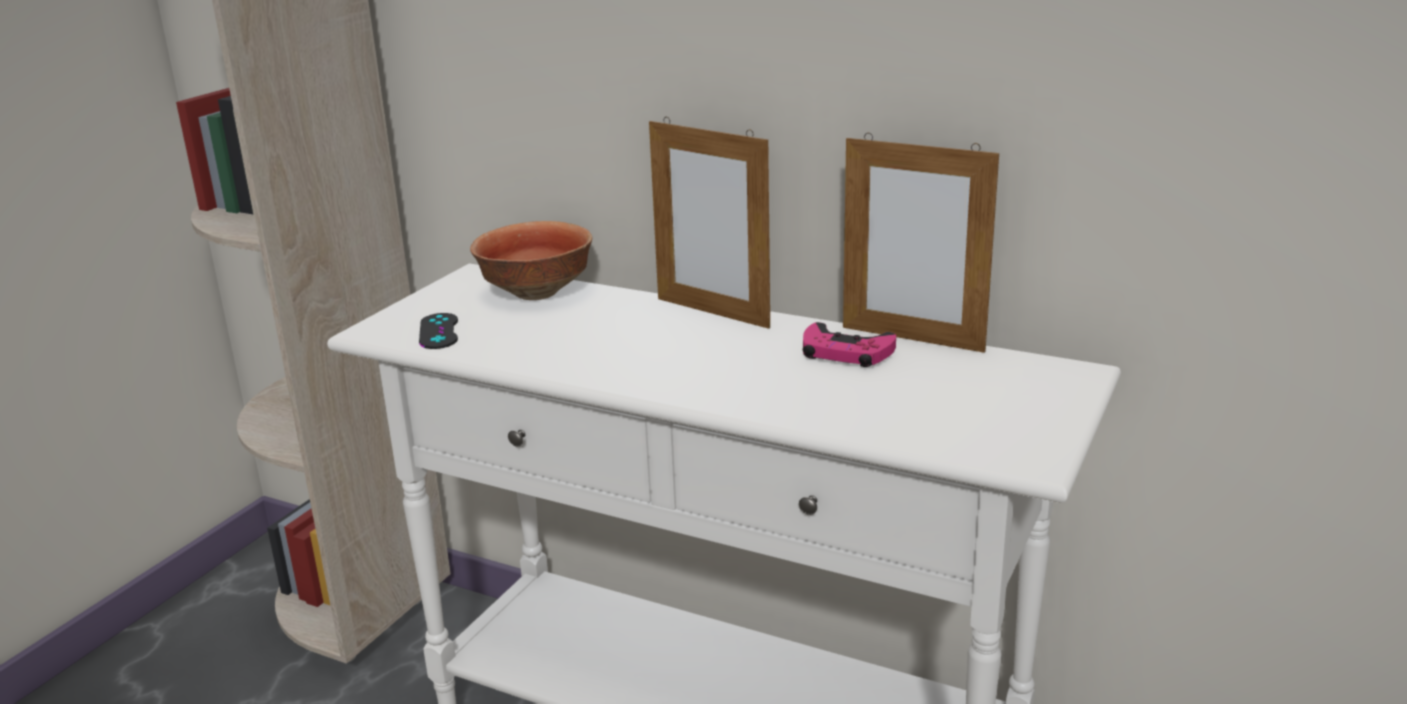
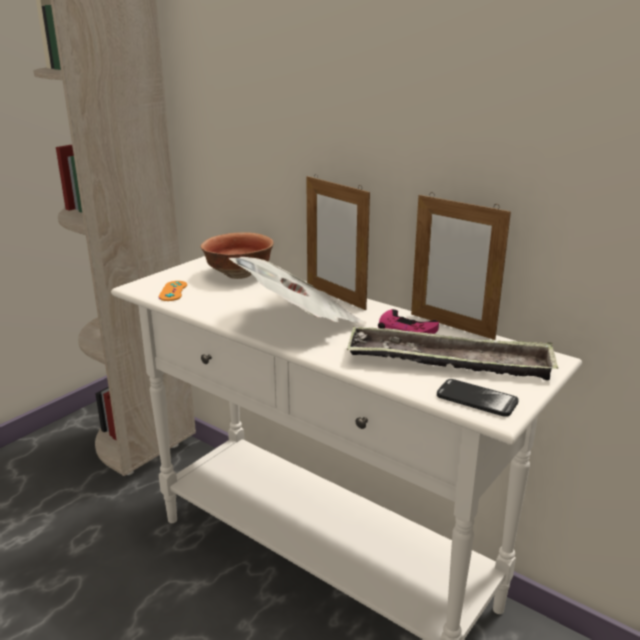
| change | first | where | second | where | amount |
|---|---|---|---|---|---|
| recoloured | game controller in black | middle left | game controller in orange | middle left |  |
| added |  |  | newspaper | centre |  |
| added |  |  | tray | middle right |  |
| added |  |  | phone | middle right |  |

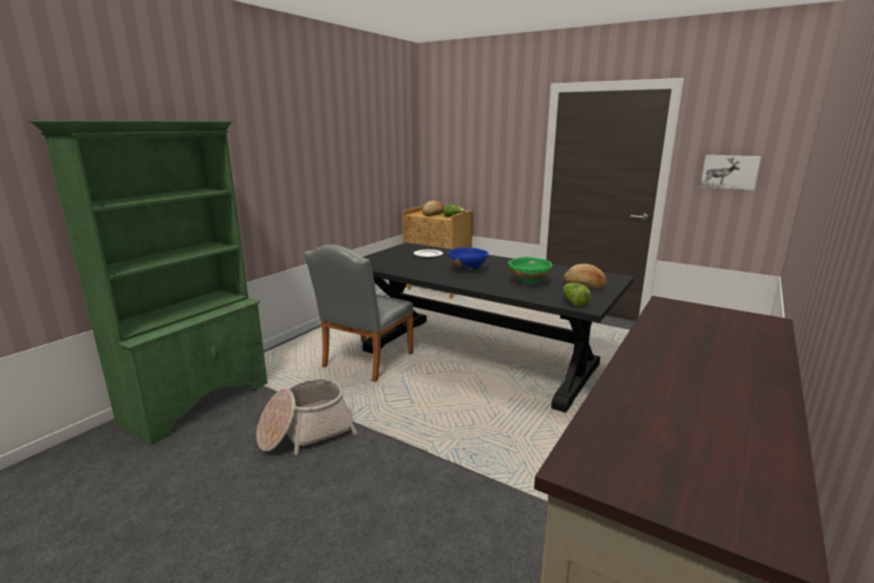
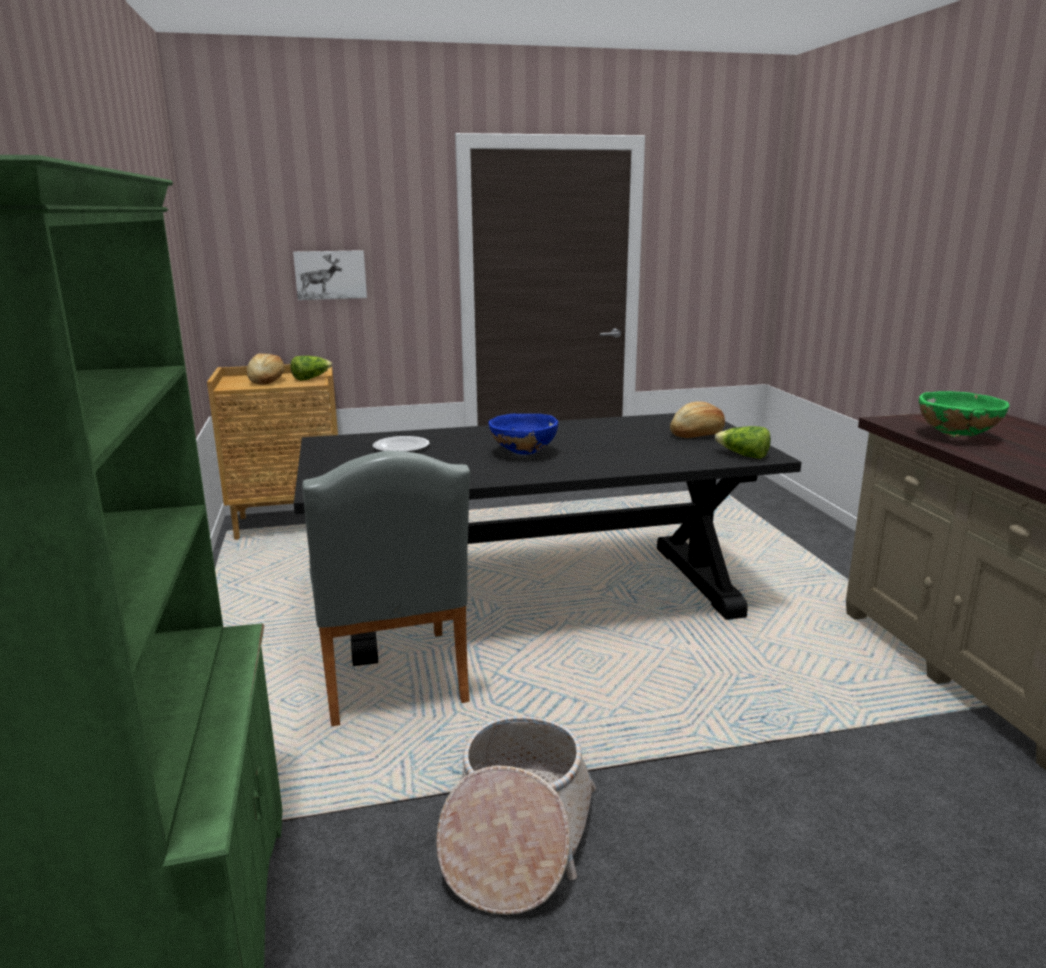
| change | first | where | second | where | amount |
|---|---|---|---|---|---|
| moved | picture | top right |  | top left |  |
| moved | bowl in green | centre |  | middle right |  |

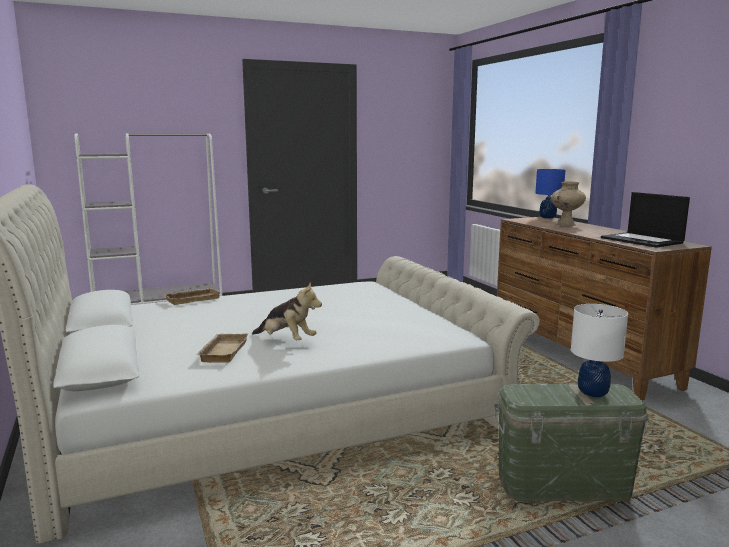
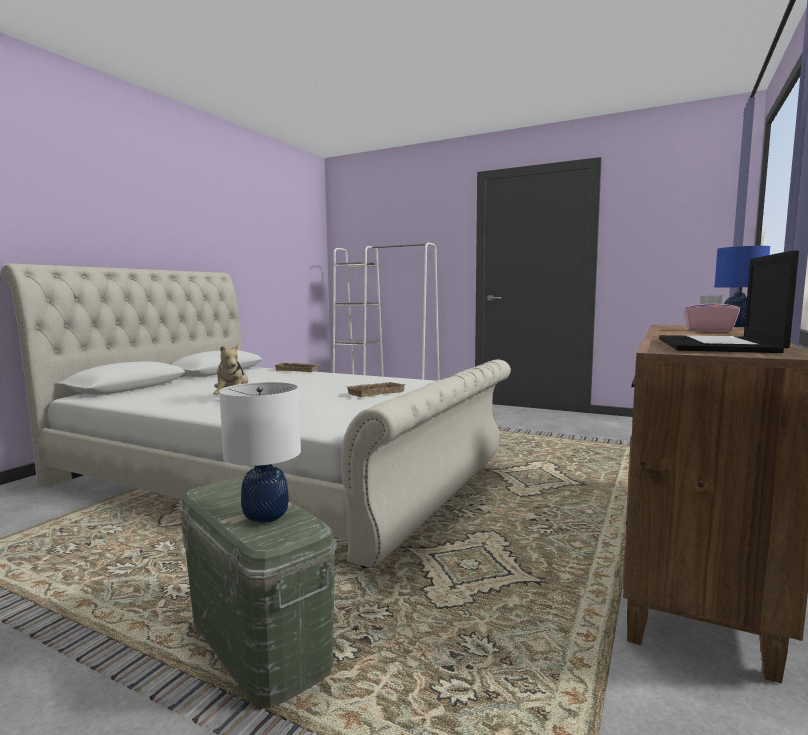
| change | first | where | second | where | amount |
|---|---|---|---|---|---|
| replaced | vase in beige | middle right | tissue box in pink | middle right |  |
| moved | tray in beige (2nd from left) | middle left |  | centre |  |

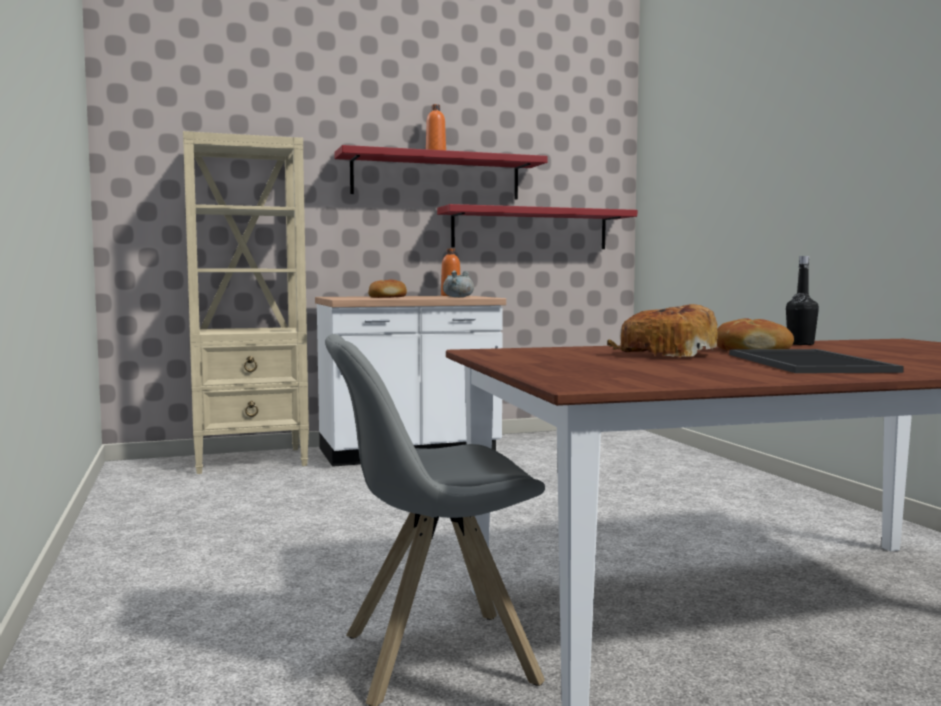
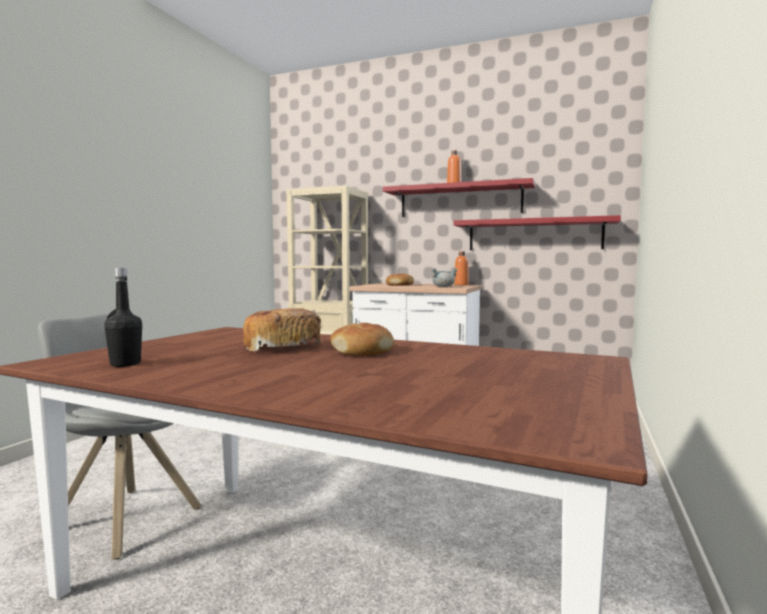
| change | first | where | second | where | amount |
|---|---|---|---|---|---|
| moved | bottle in black | middle right |  | middle left |  |
| removed | tray | middle right |  |  |  |

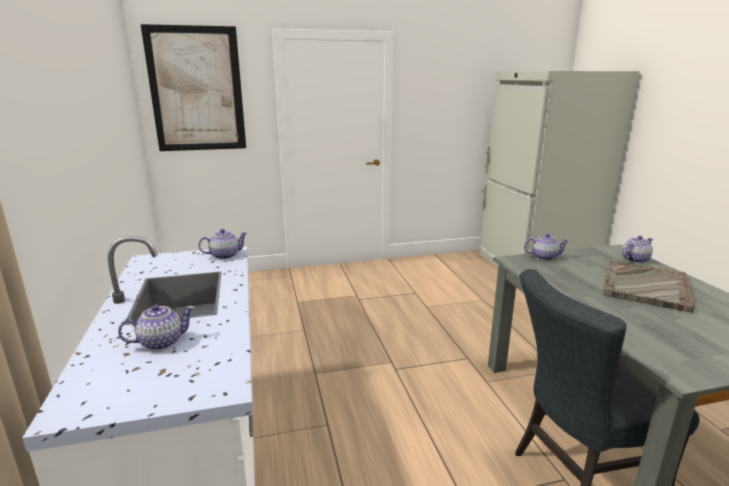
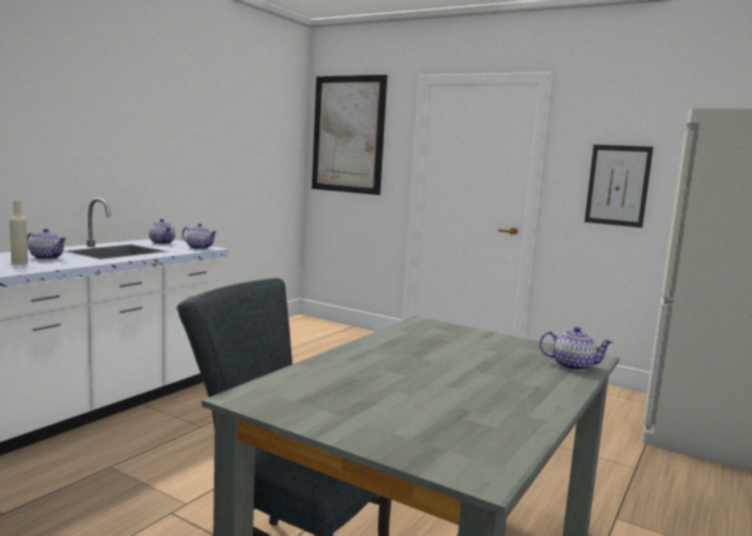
| change | first | where | second | where | amount |
|---|---|---|---|---|---|
| moved | teapot (3rd from left in the first image) | middle right | teapot (2nd from left) | middle left |  |
| removed | tray in grey | middle right |  |  |  |
| added |  |  | picture (2nd from left) | middle right |  |
| added |  |  | bottle in beige | middle left |  |

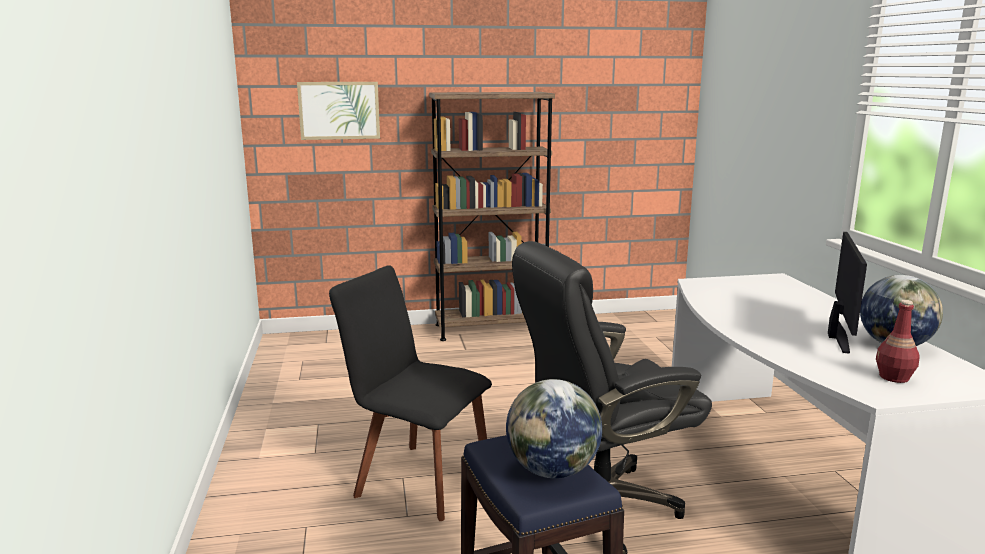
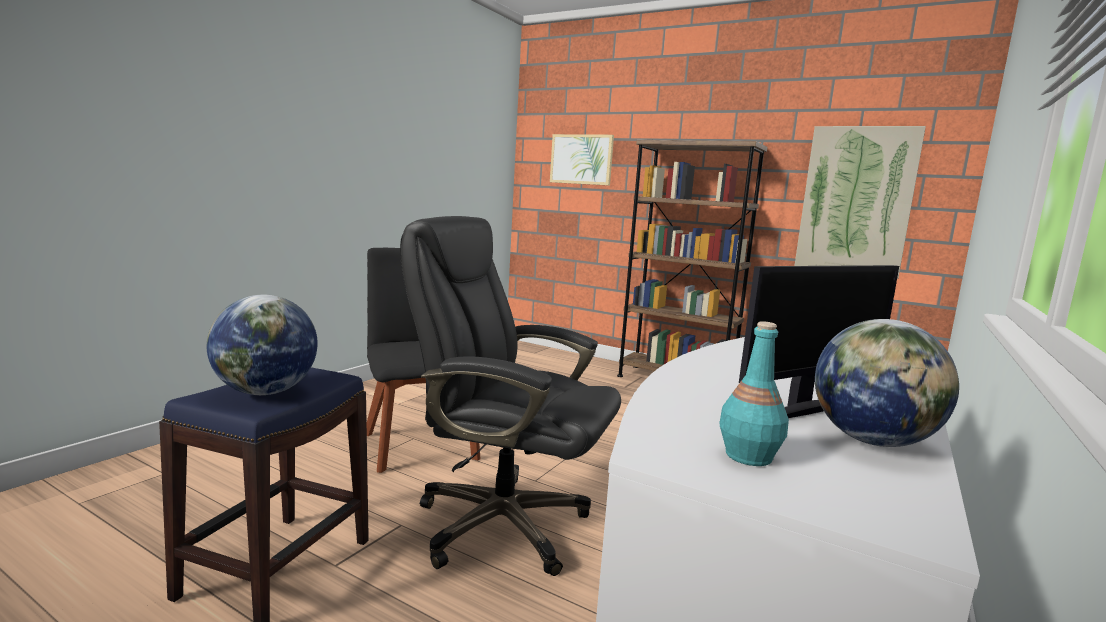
| change | first | where | second | where | amount |
|---|---|---|---|---|---|
| recoloured | bottle in red | middle right | bottle in turquoise | middle right |  |
| added |  |  | picture (2nd from left) | top right |  |

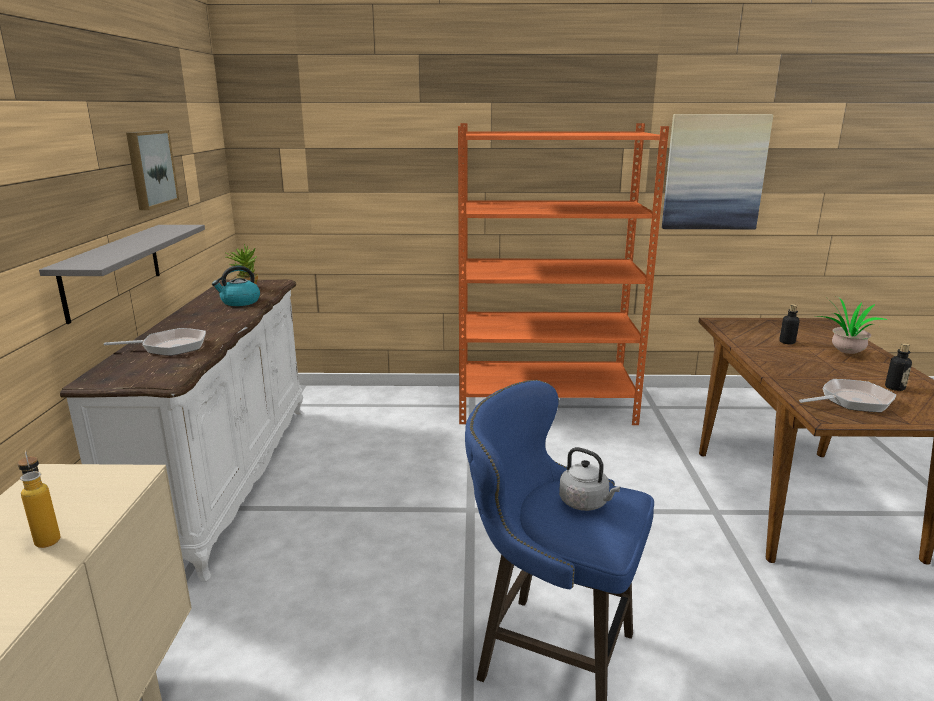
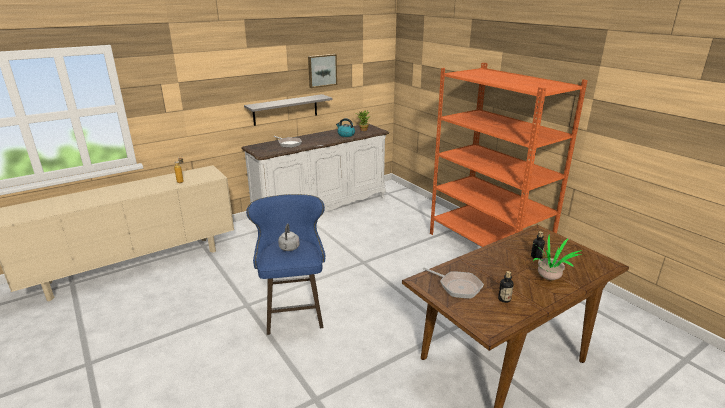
| change | first | where | second | where | amount |
|---|---|---|---|---|---|
| removed | picture (2nd from left) | top right |  |  |  |

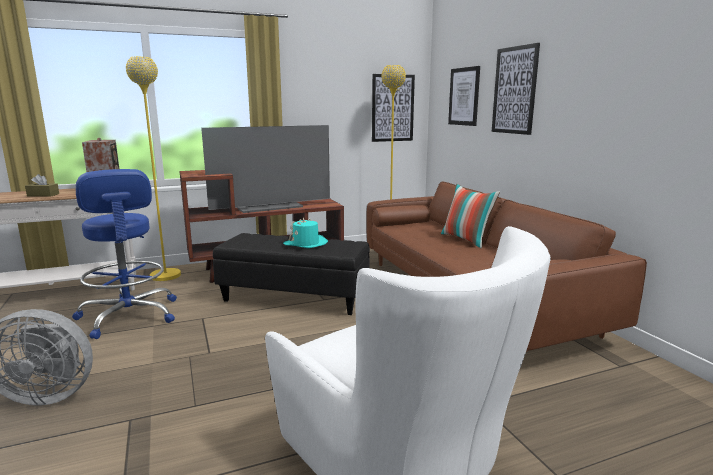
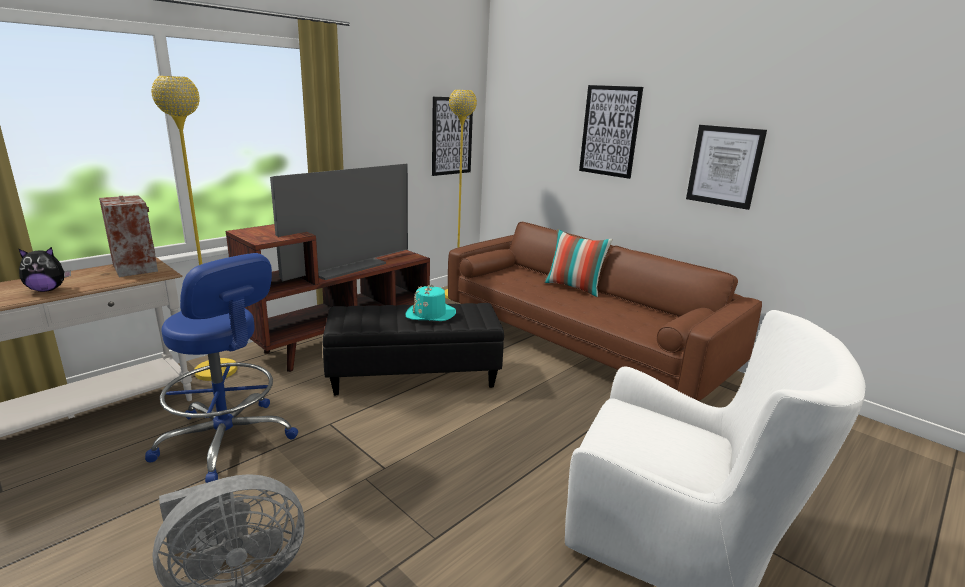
| change | first | where | second | where | amount |
|---|---|---|---|---|---|
| moved | picture (2nd from left in the first image) | top centre | picture (3rd from left) | top right |  |
| replaced | tissue box in brown | middle left | plush toy | middle left |  |

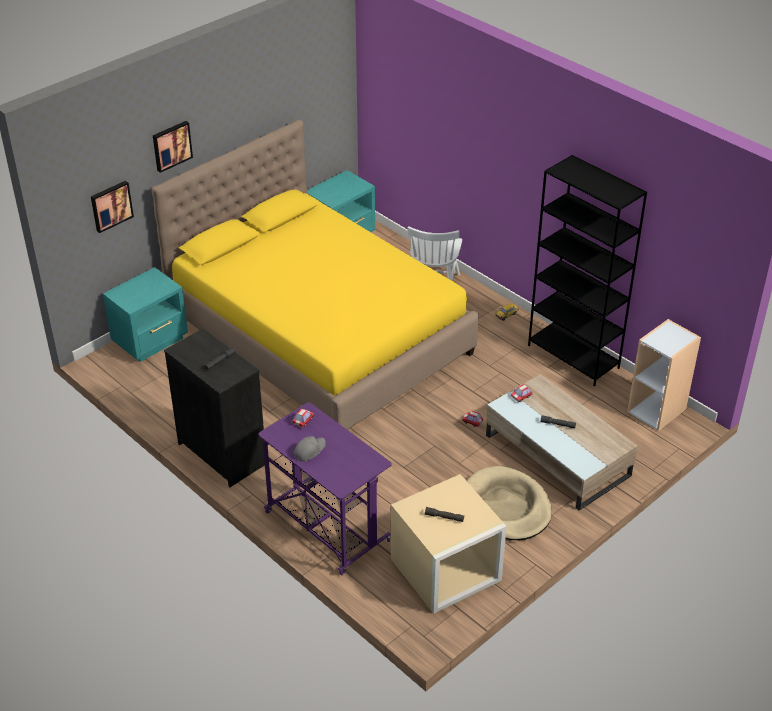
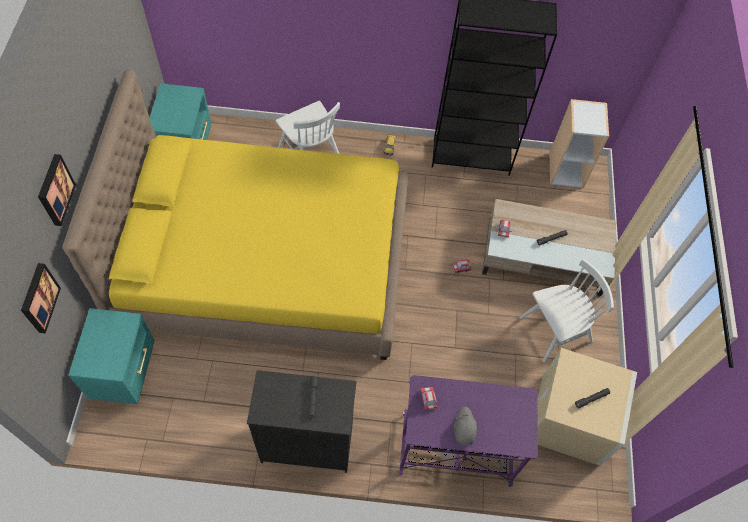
| change | first | where | second | where | amount |
|---|---|---|---|---|---|
| replaced | dog bed in beige | bottom centre | chair in white (2nd from left) | middle right |  |

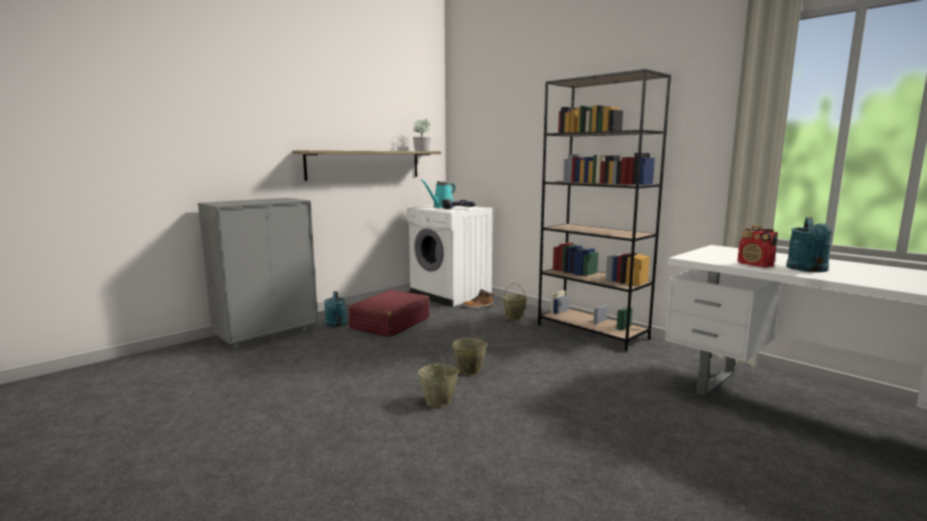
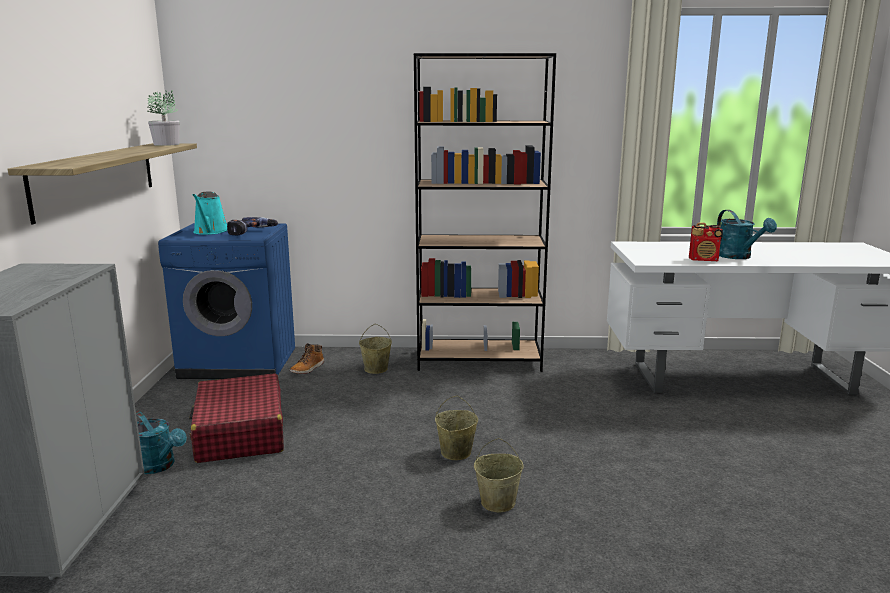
| change | first | where | second | where | amount |
|---|---|---|---|---|---|
| recoloured | washing machine in white | centre | washing machine in blue | middle left |  |

